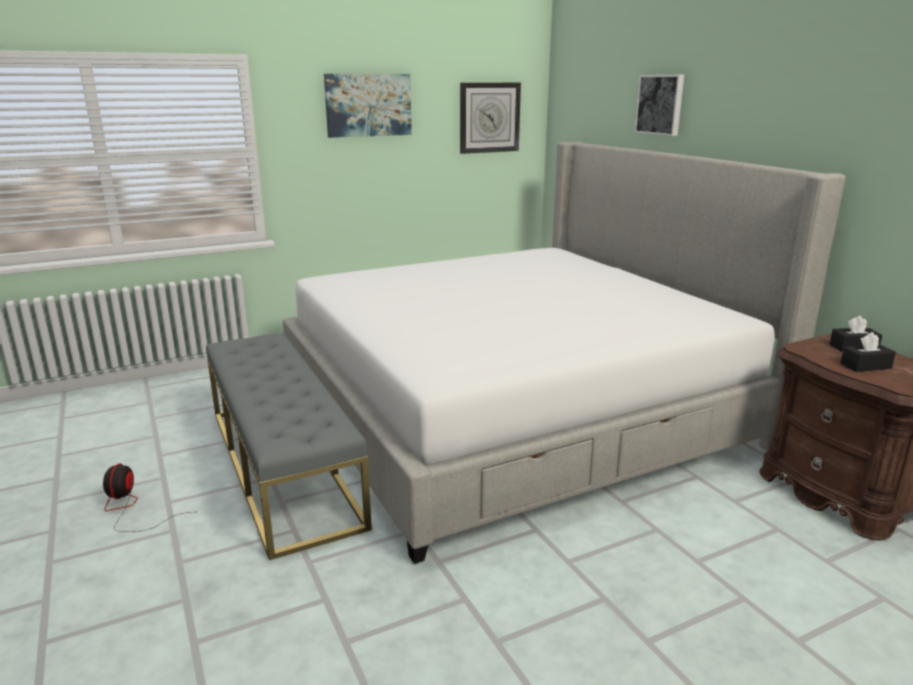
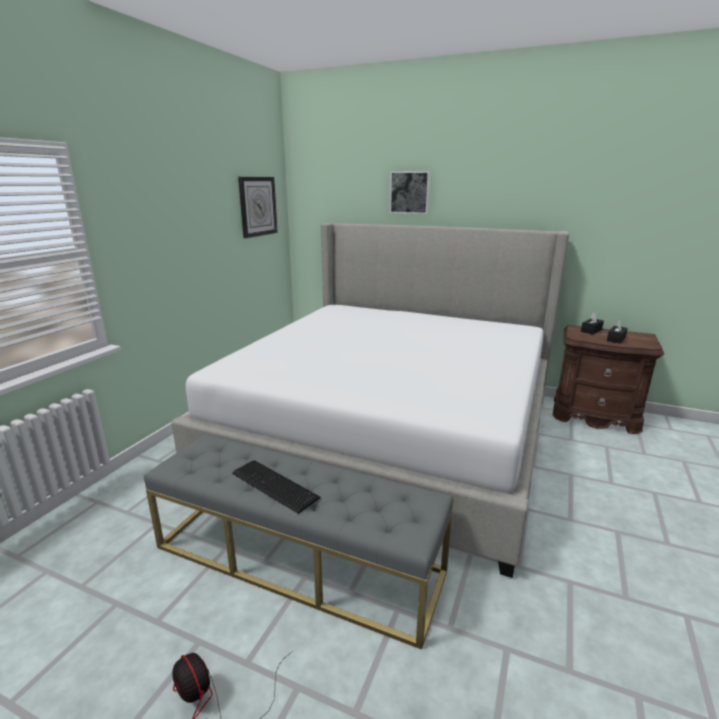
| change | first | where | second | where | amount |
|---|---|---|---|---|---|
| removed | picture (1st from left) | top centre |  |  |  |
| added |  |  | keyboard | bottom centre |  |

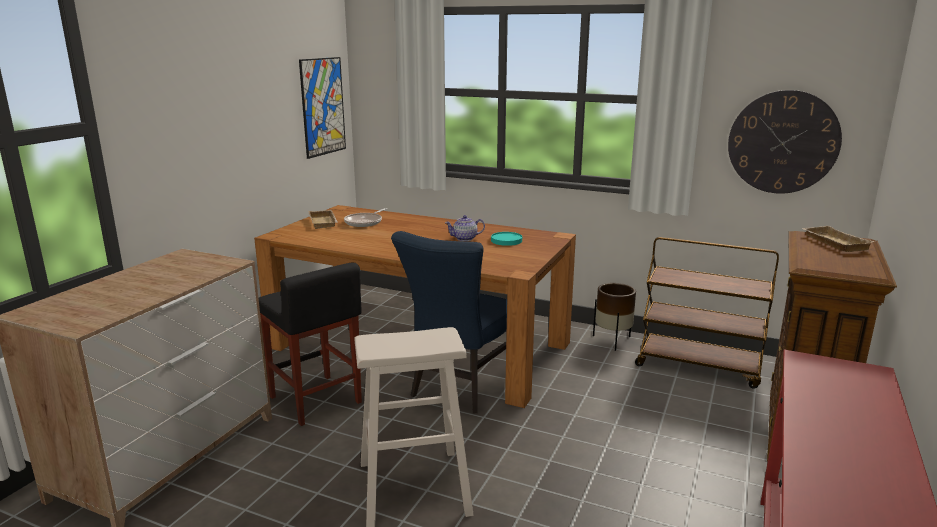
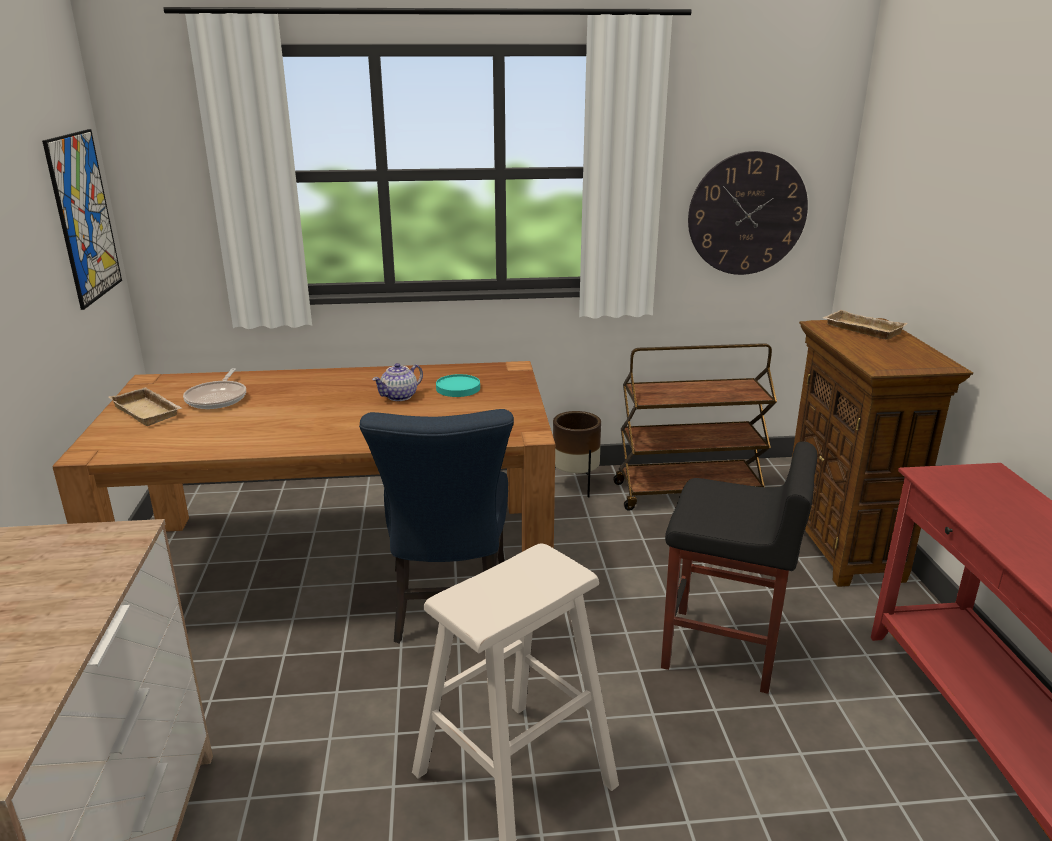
| change | first | where | second | where | amount |
|---|---|---|---|---|---|
| moved | stool in black | middle left |  | bottom right |  |

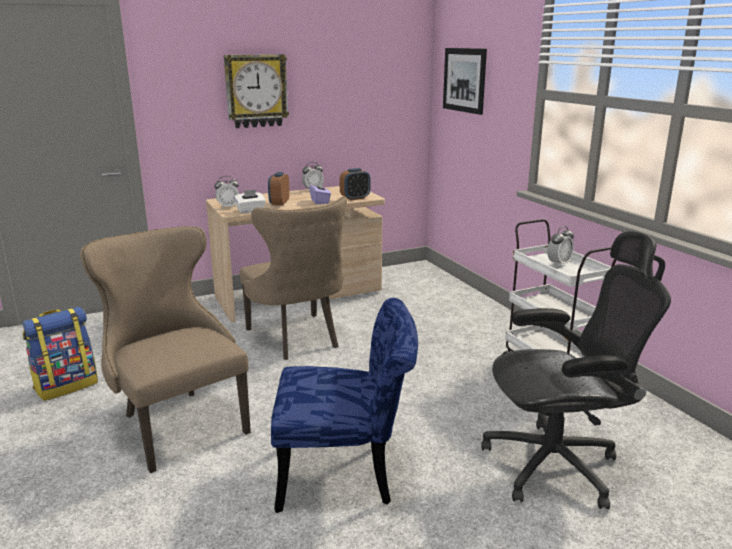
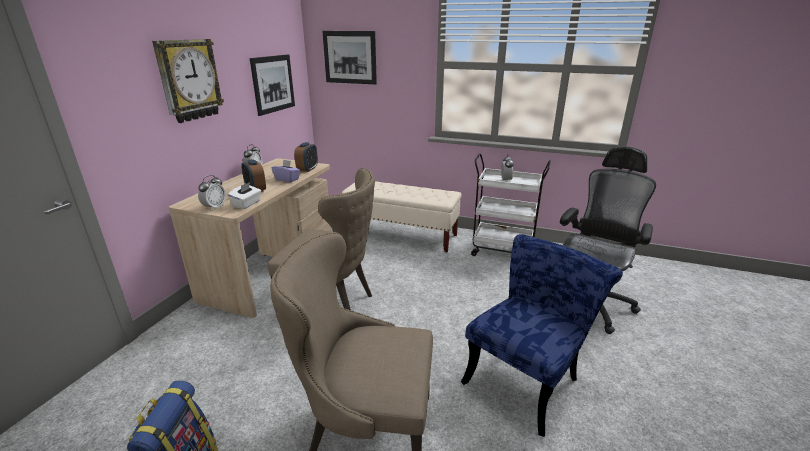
| change | first | where | second | where | amount |
|---|---|---|---|---|---|
| added |  |  | picture (1st from left) | top centre |  |
| added |  |  | bench in beige | centre |  |

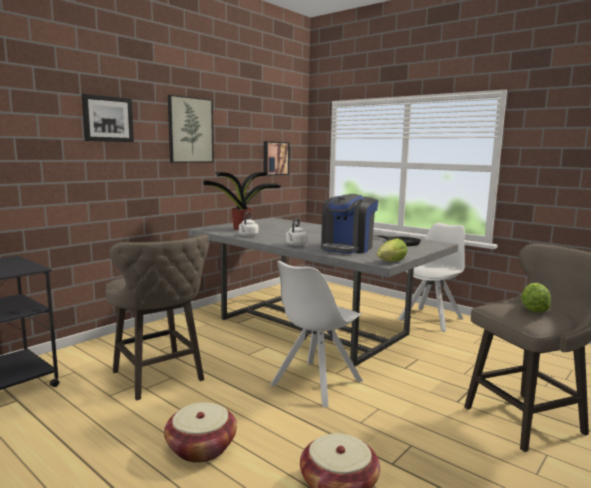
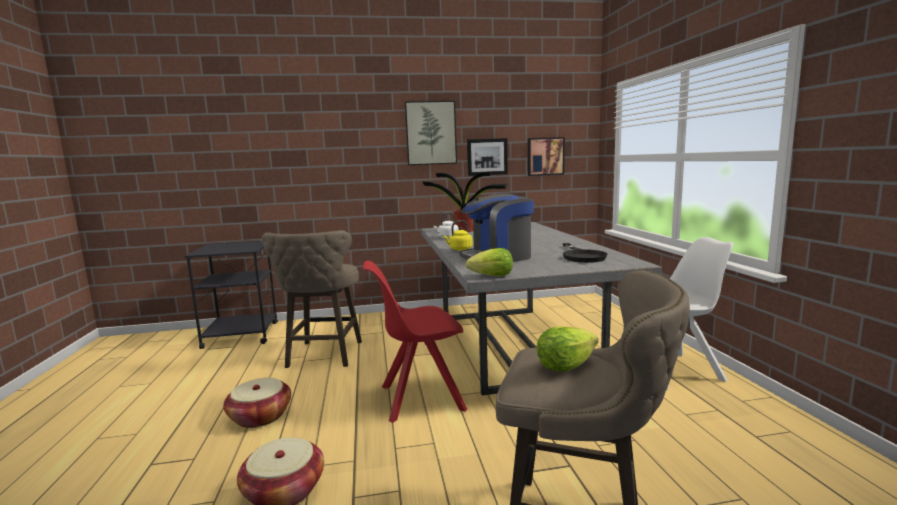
| change | first | where | second | where | amount |
|---|---|---|---|---|---|
| moved | picture (1st from left in the first image) | top left | picture (2nd from left) | top centre |  |
| recoloured | kettle in white (2nd from left) | centre | kettle in yellow | centre |  |
| recoloured | chair in white (1st from left) | bottom centre | chair in red | bottom centre |  |

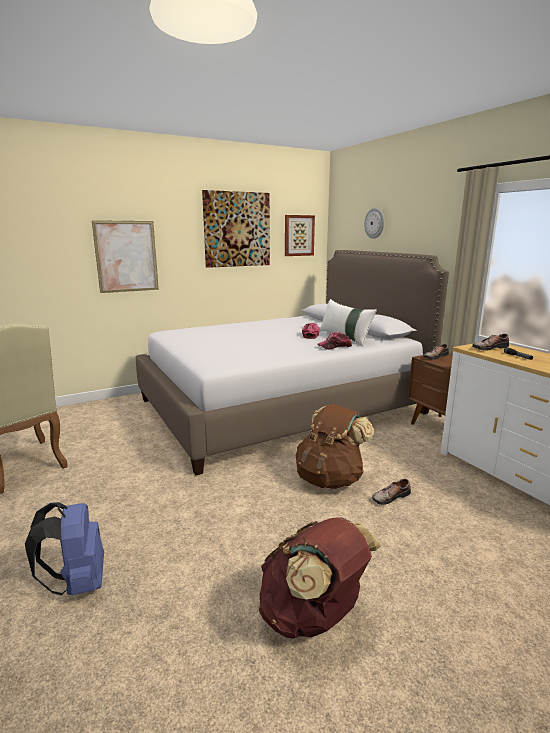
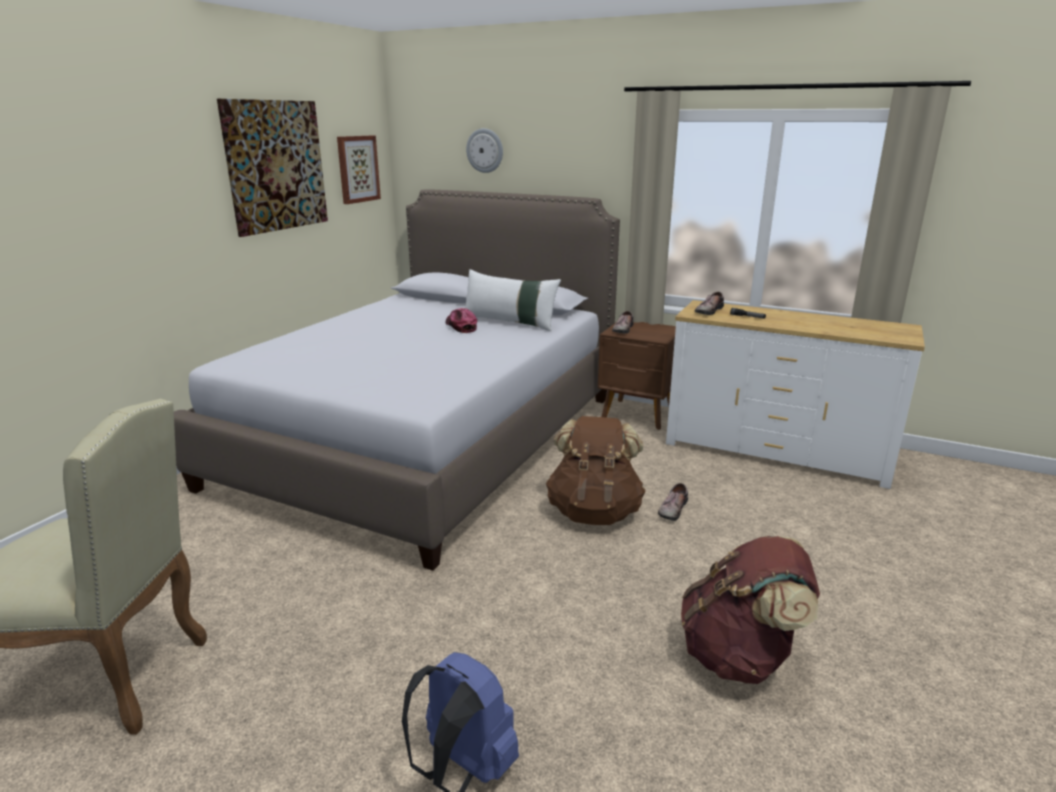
| change | first | where | second | where | amount |
|---|---|---|---|---|---|
| removed | picture (1st from left) | middle left |  |  |  |
| removed | cap (2nd from left) | centre |  |  |  |

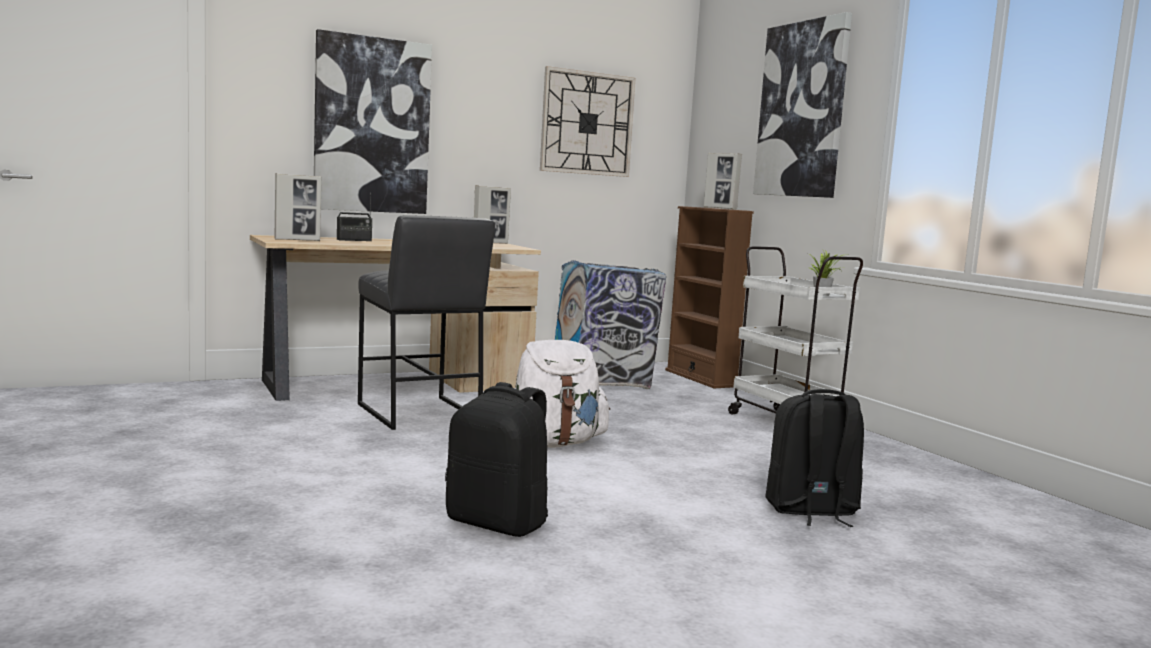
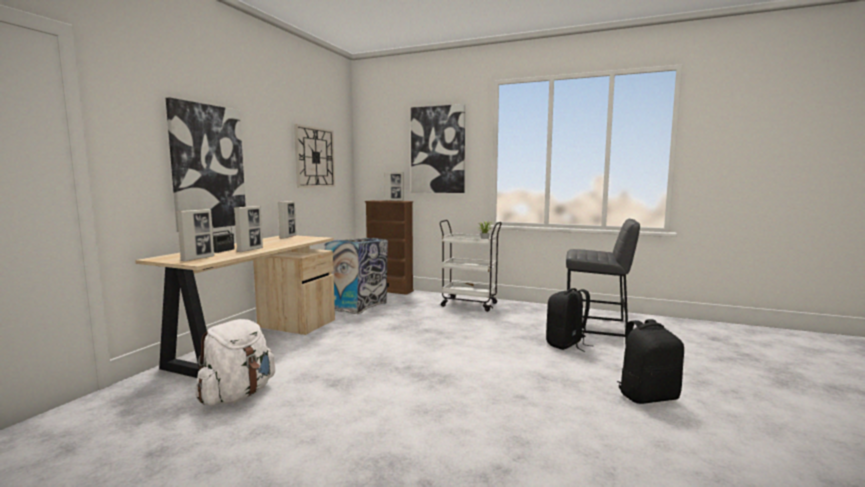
| change | first | where | second | where | amount |
|---|---|---|---|---|---|
| moved | stool in grey | centre |  | middle right |  |
| moved | backpack in white | centre |  | bottom left |  |
| moved | backpack in black (1st from left in the first image) | bottom centre | backpack in black (2nd from left) | bottom right |  |
| added |  |  | picture frame (2nd from left) | middle left |  |

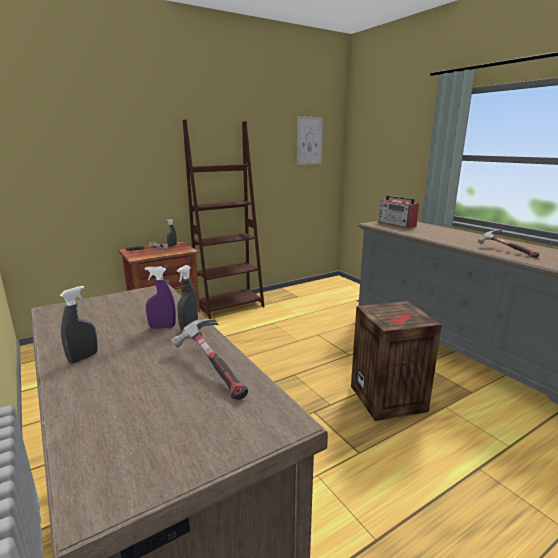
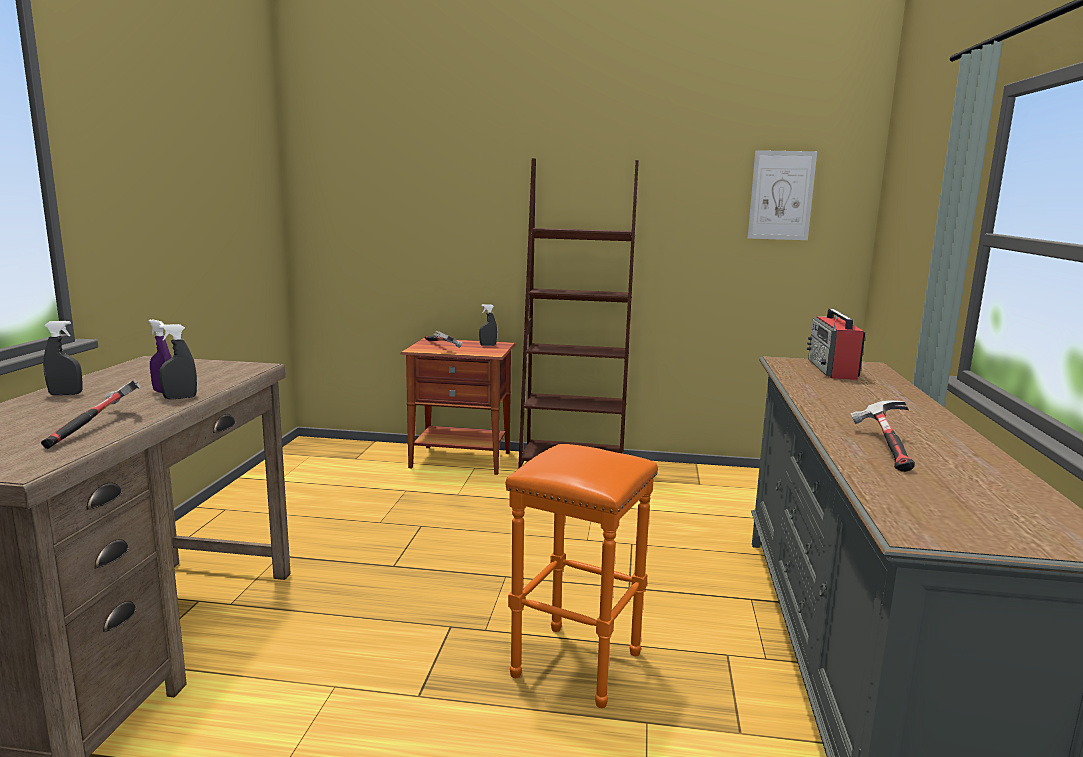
| change | first | where | second | where | amount |
|---|---|---|---|---|---|
| replaced | crate | middle right | stool in orange | bottom centre |  |

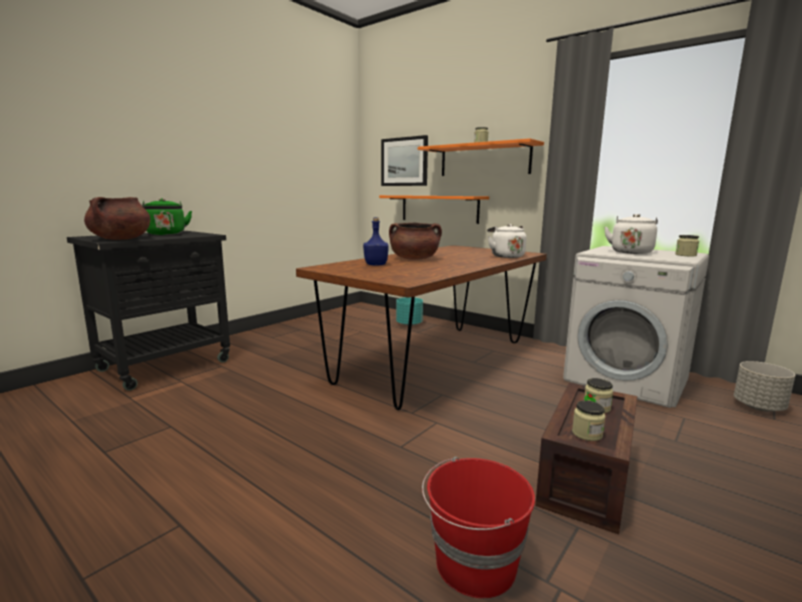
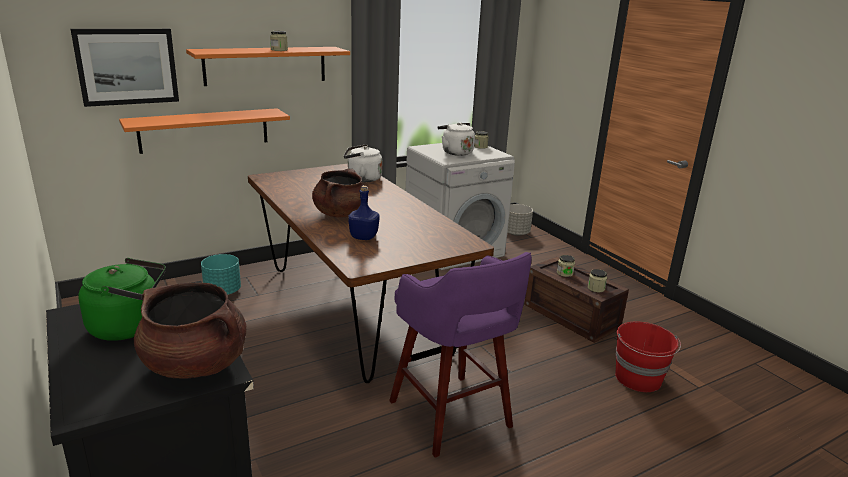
| change | first | where | second | where | amount |
|---|---|---|---|---|---|
| added |  |  | stool in purple | bottom centre |  |

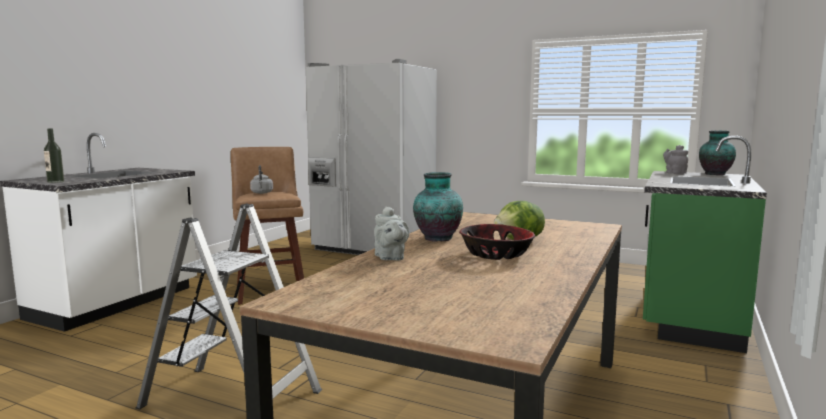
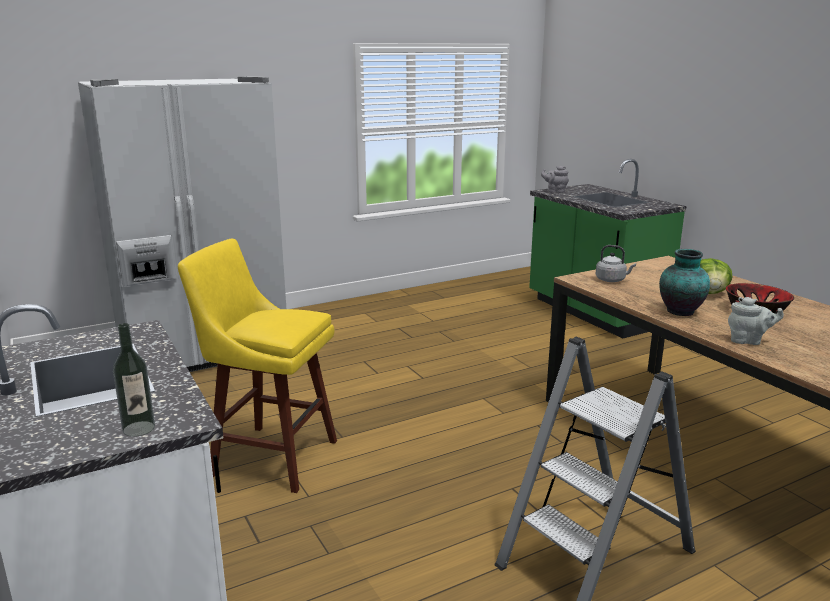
| change | first | where | second | where | amount |
|---|---|---|---|---|---|
| removed | vase (2nd from left) | middle right |  |  |  |
| recoloured | stool in brown | middle left | stool in yellow | middle left |  |
| moved | kettle in grey | middle left |  | middle right |  |

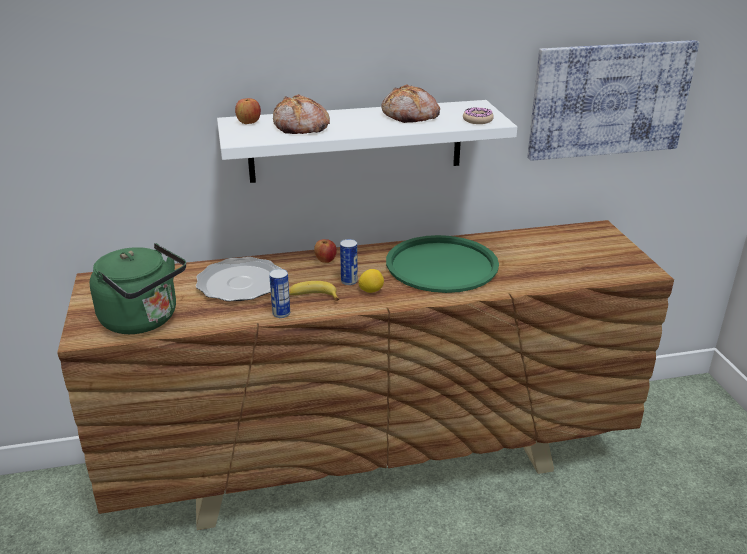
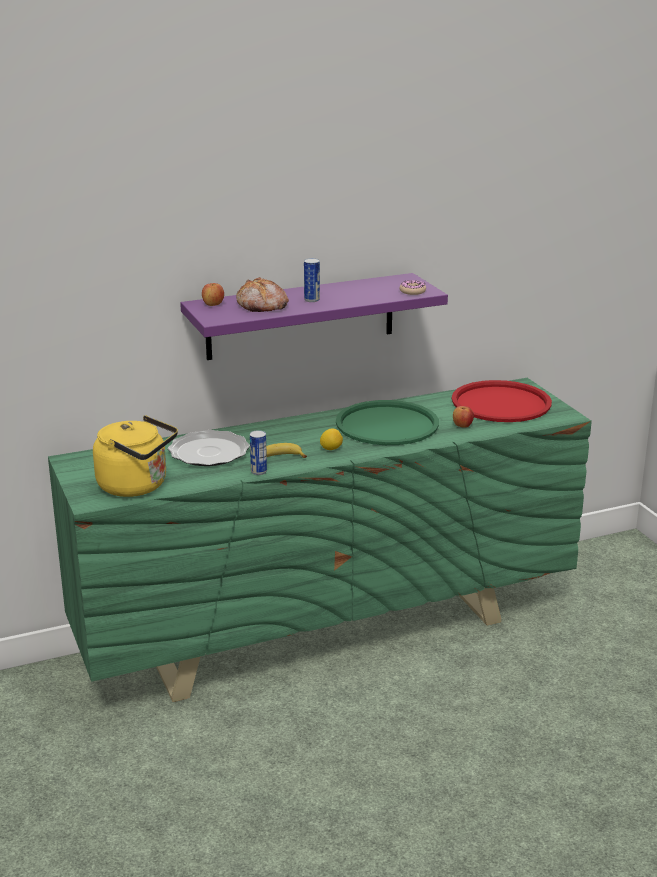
| change | first | where | second | where | amount |
|---|---|---|---|---|---|
| removed | picture | top right |  |  |  |
| removed | bread (2nd from left) | top centre |  |  |  |
| recoloured | shelf in white | top centre | shelf in purple | centre |  |
| recoloured | cabinet in brown | bottom centre | cabinet in green | centre |  |
| moved | apple (2nd from left) | centre |  | middle right |  |
| moved | can (2nd from left) | centre |  | top centre |  |
| recoloured | kettle in green | middle left | kettle in yellow | middle left |  |
| added |  |  | tray in red | middle right |  |

